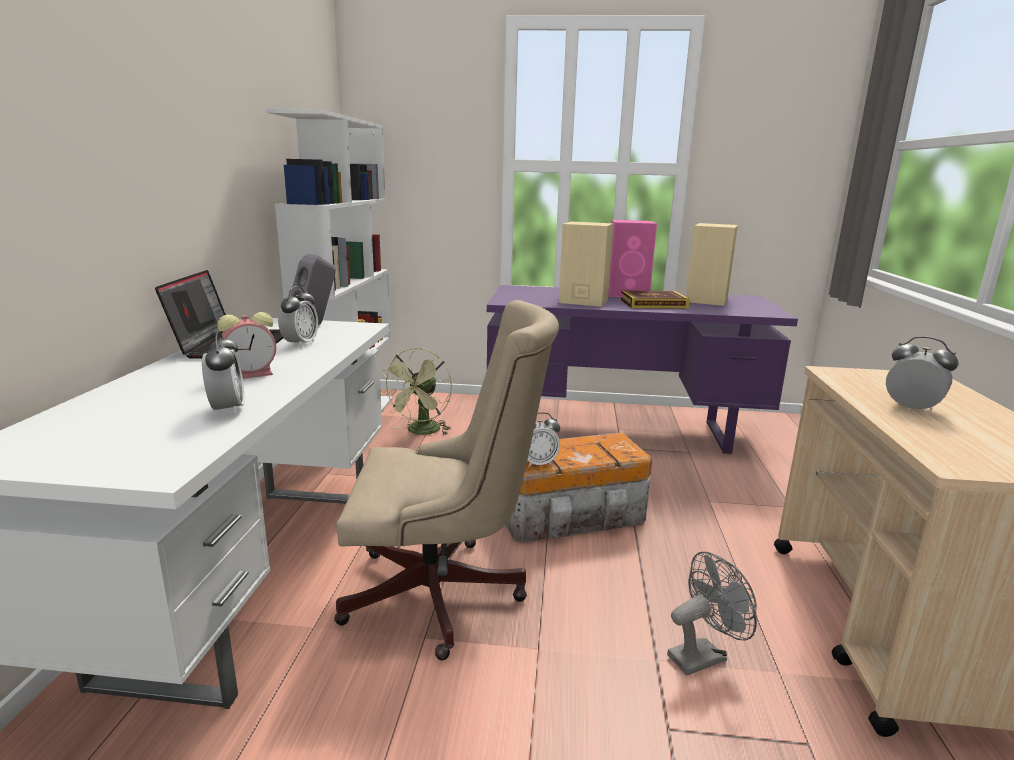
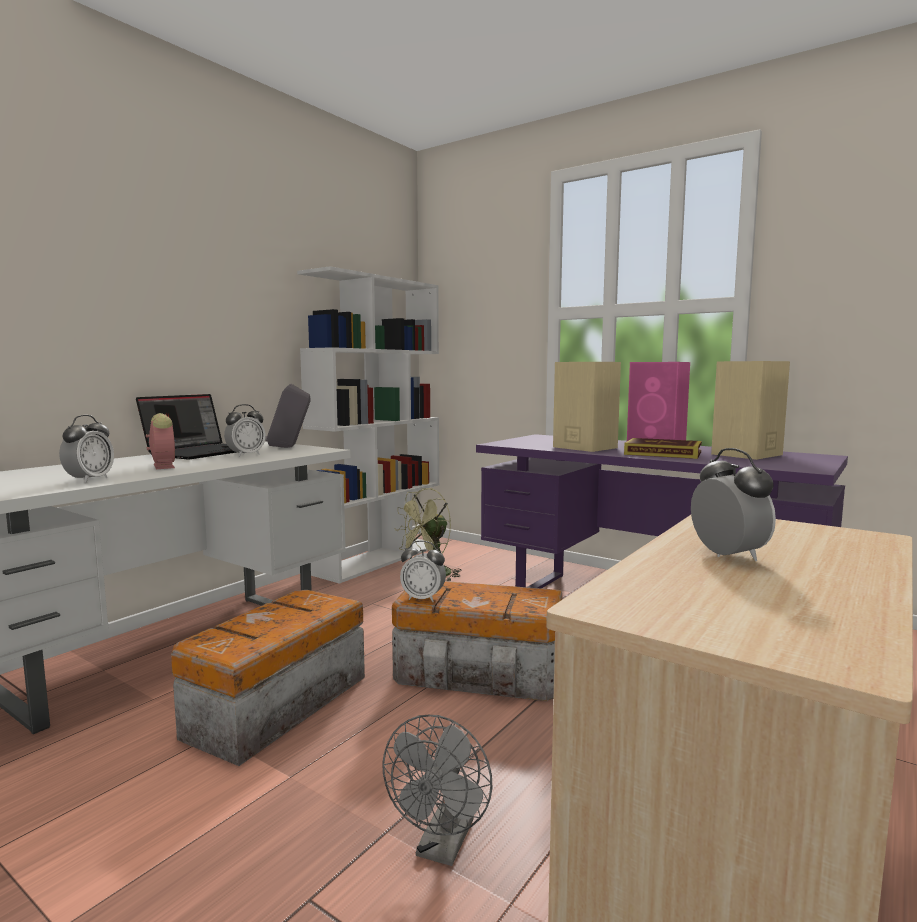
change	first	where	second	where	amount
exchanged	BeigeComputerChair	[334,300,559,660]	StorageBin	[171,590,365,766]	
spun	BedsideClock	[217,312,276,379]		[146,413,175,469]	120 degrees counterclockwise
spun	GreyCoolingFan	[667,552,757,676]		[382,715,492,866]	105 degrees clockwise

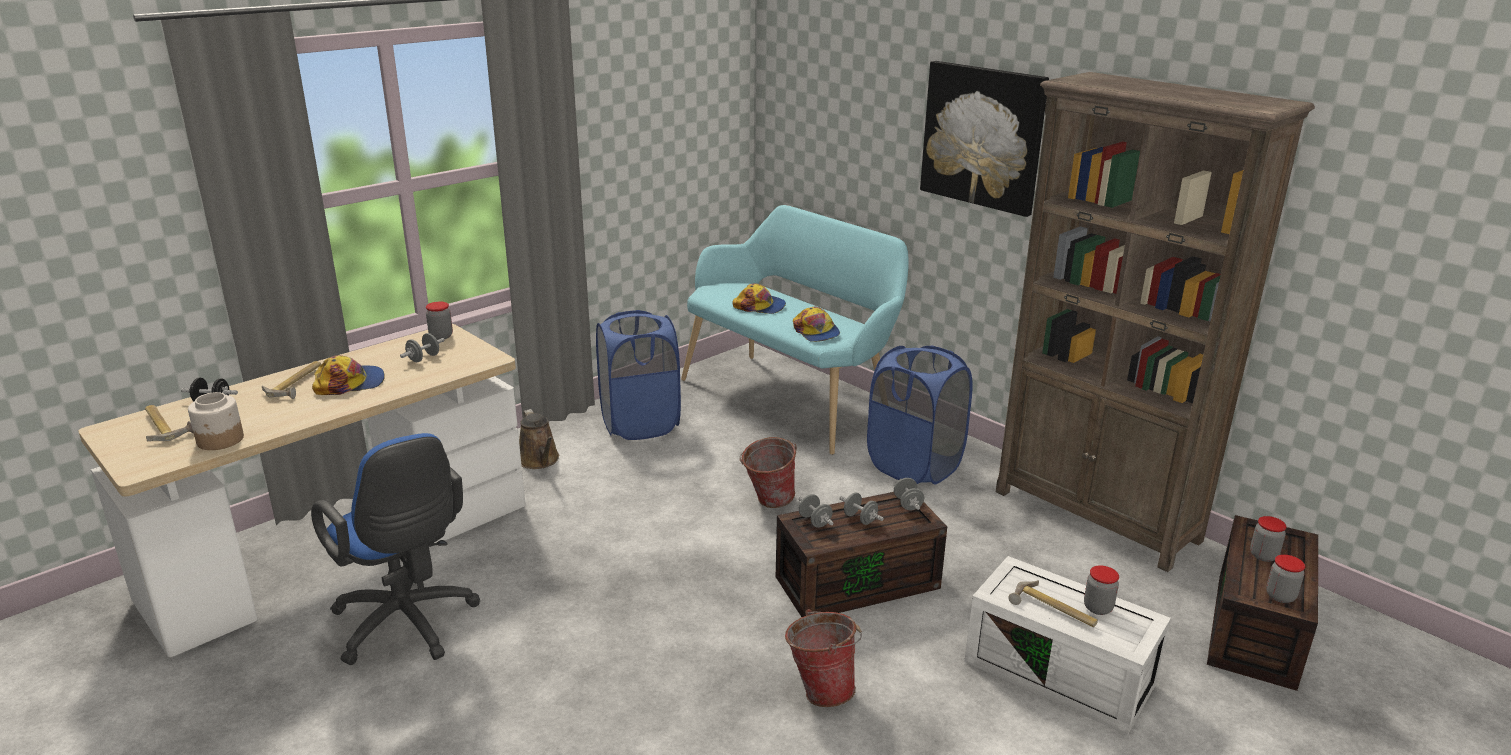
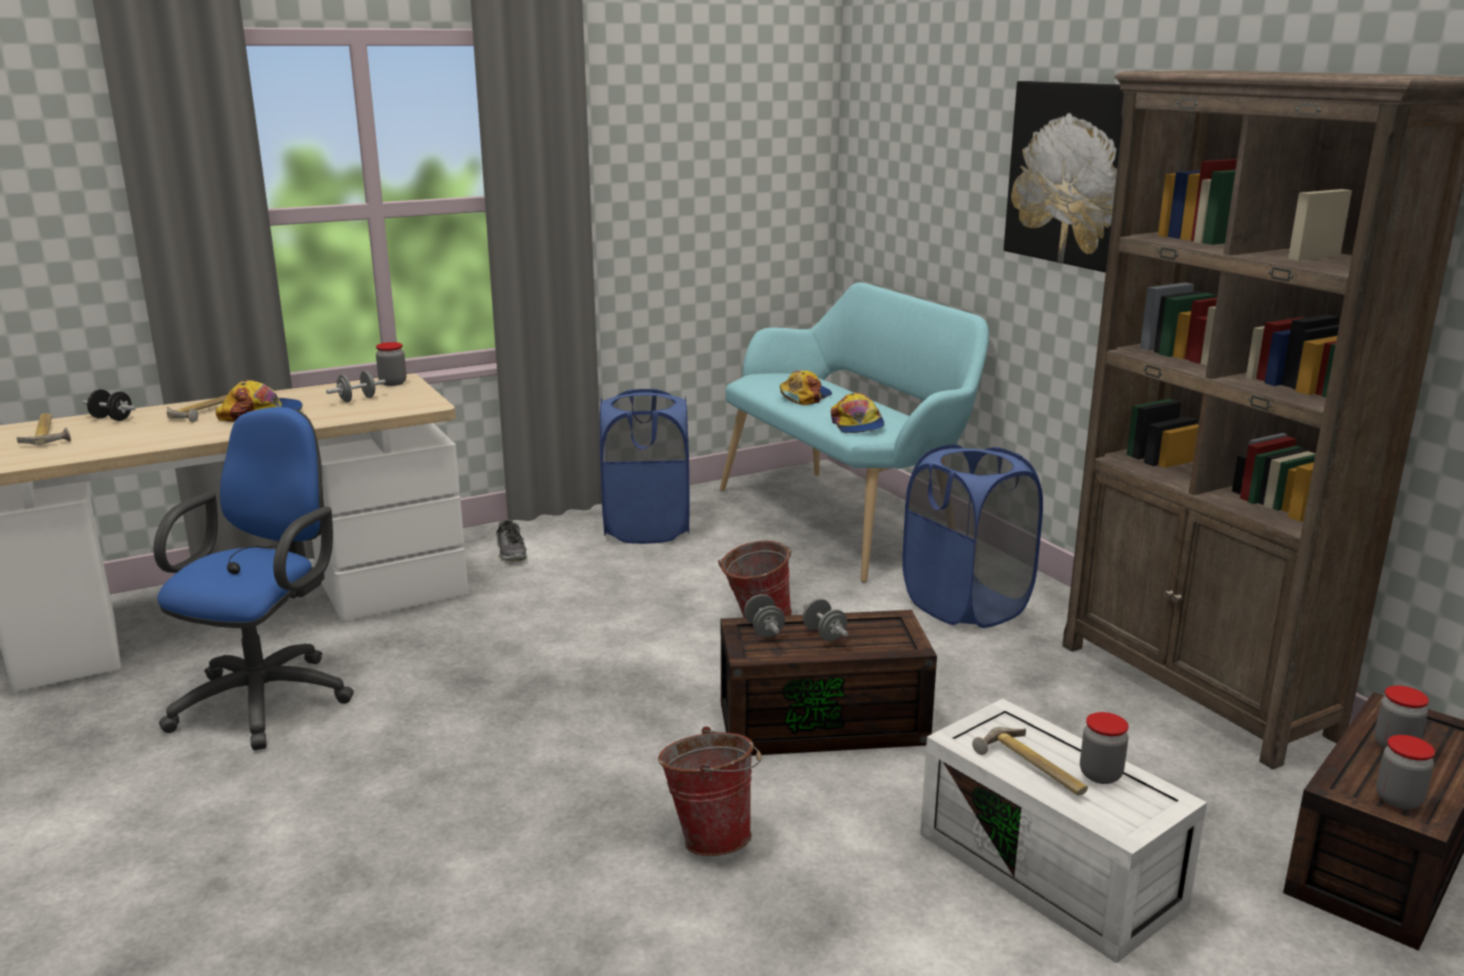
change	first	where	second	where	amount
missing	Jar	[188,392,244,450]			
missing	GreyDumbbell	[894,478,924,510]			
exchanged	BrownColouredWateringPot	[519,409,559,469]	LowShoe	[496,519,527,562]	
spun	BlueComputerChair	[311,433,480,665]		[153,407,354,750]	135 degrees counterclockwise
spun	Cap	[732,283,786,314]		[780,371,832,405]	90 degrees counterclockwise

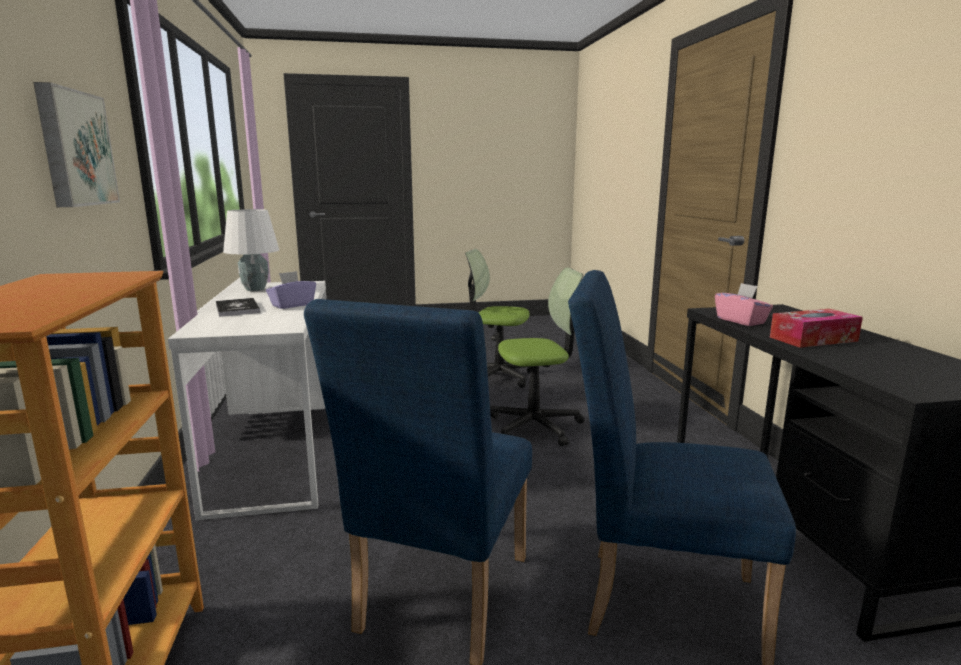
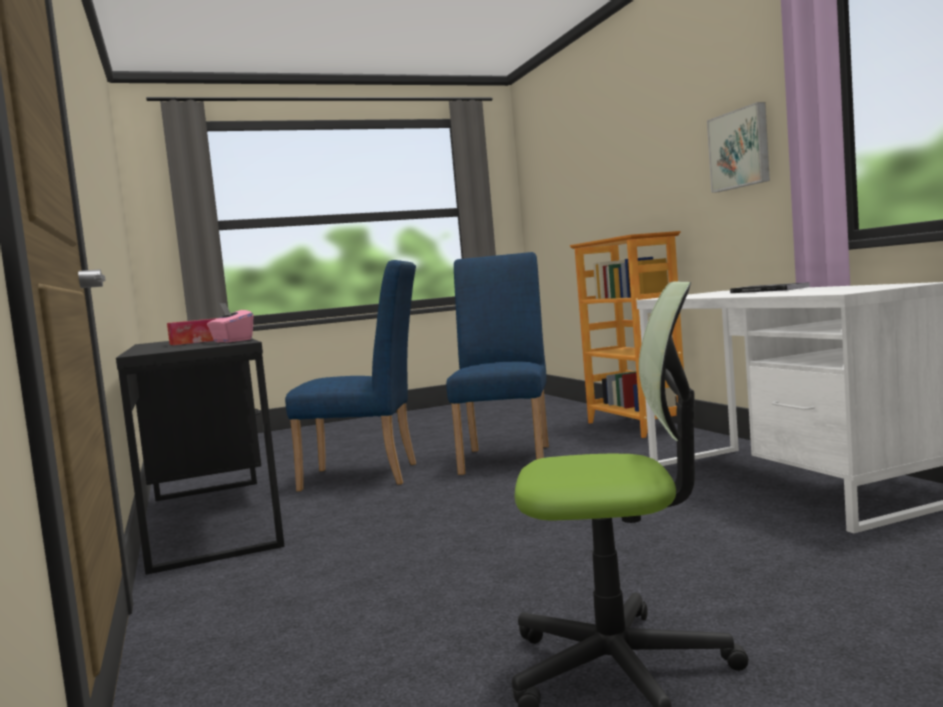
change	first	where	second	where	amount
missing	WhiteLampForATable	[223,209,279,291]			
missing	PurplishTissueHolder	[266,271,316,309]			
missing	ComputerChair	[490,267,585,446]			

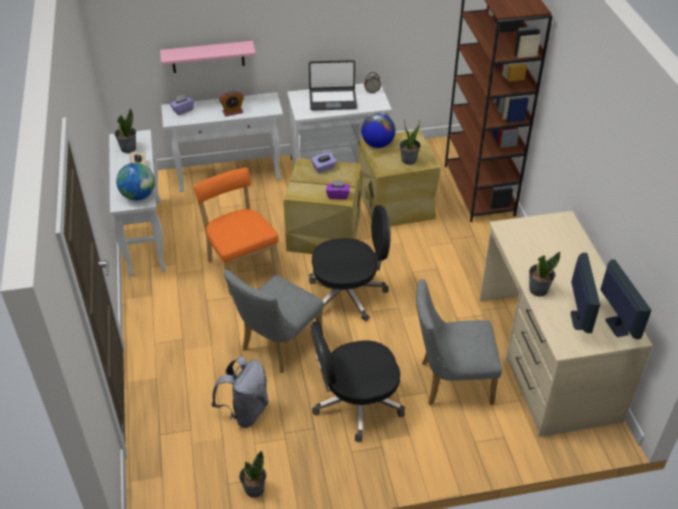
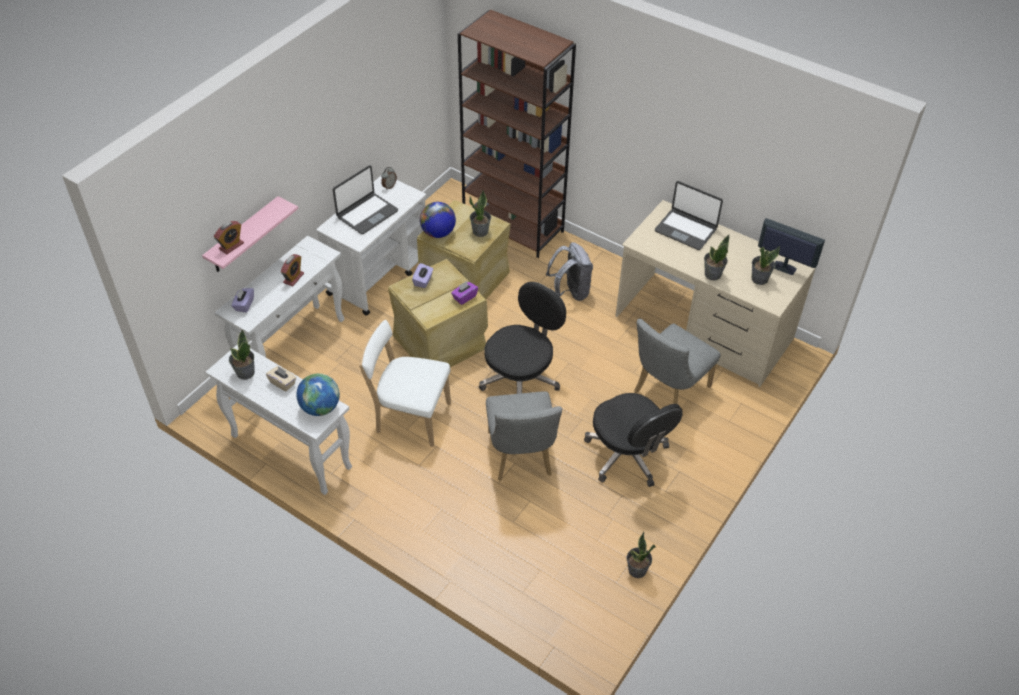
change	first	where	second	where	amount
appeared			BedsideClock	[214,221,244,254]	
appeared			Laptop	[655,181,723,250]	
relocated	GreyKnapsack	[211,357,269,428]		[546,242,593,301]	
exchanged	ComputerScreen	[570,253,600,333]	Houseplant	[752,246,780,285]	
colour	OrangeColouredPlainChair	[194,168,279,296]	WhitePlainChair	[359,320,451,447]	
spun	BlackComputerChair	[310,321,405,442]		[584,393,683,487]	60 degrees counterclockwise

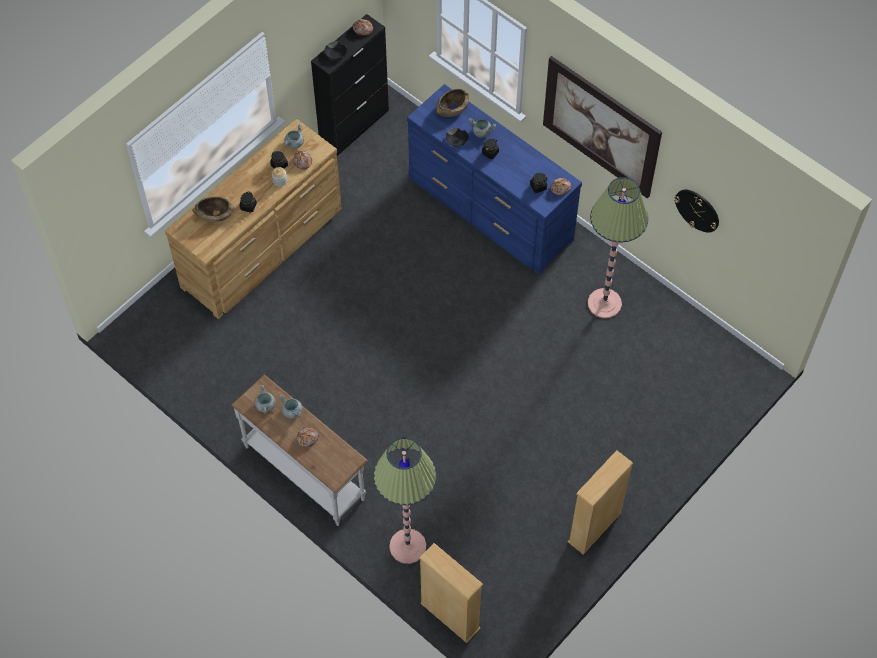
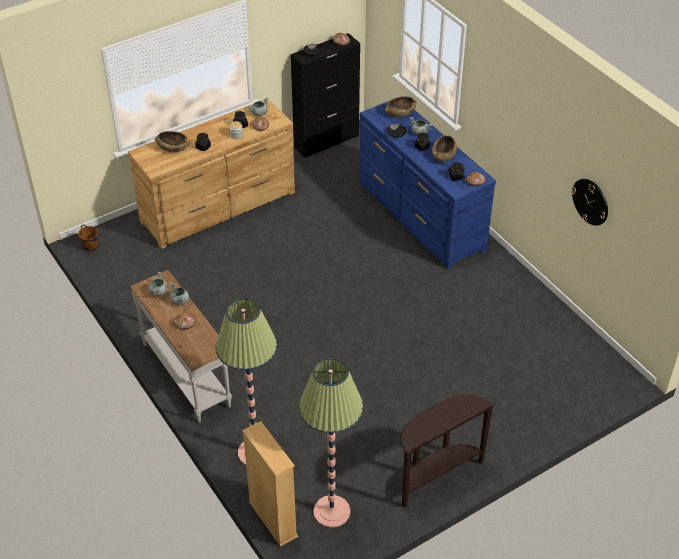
change	first	where	second	where	amount
missing	Picture	[543,56,662,199]			
appeared			BrownColouredPail	[78,225,98,252]	
appeared			BrownColouredServingBowl	[432,135,457,162]	
relocated	StandardLamp	[588,177,648,318]		[299,358,363,528]	
exchanged	BeigeBookcase	[568,450,633,555]	BrownColouredConsoleTable	[401,394,494,508]	

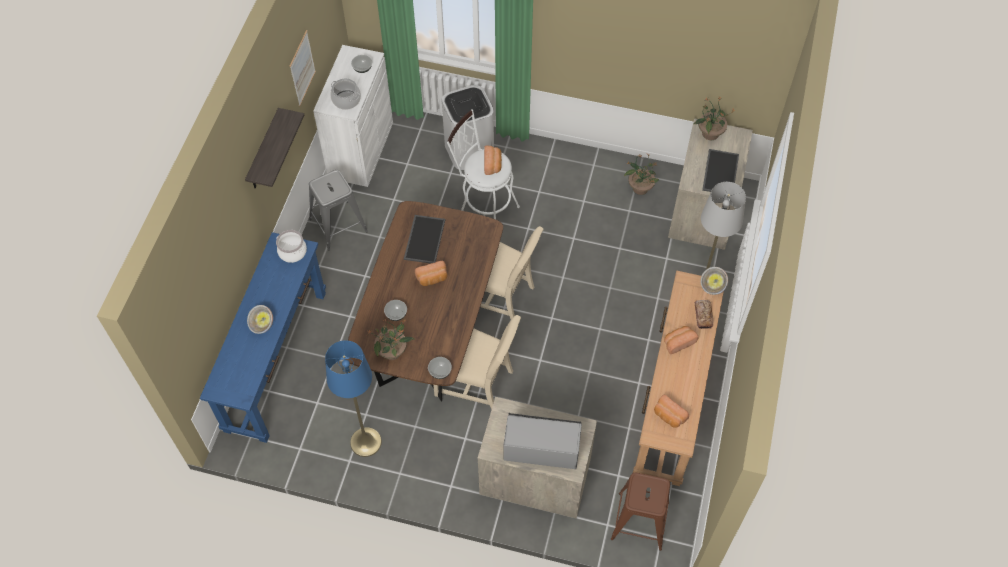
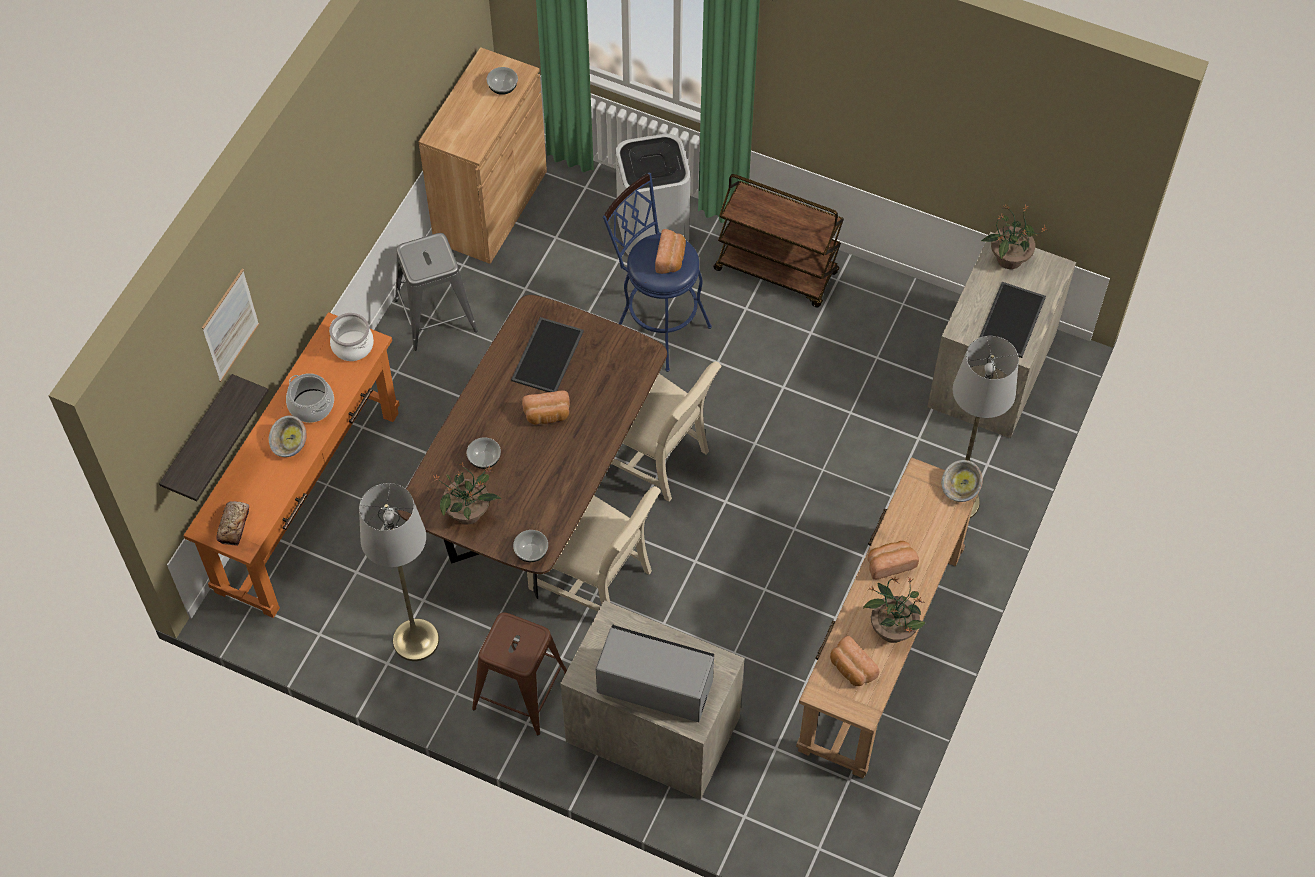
change	first	where	second	where	amount
appeared			BrownColouredTrolley	[713,174,844,307]	
relocated	WallShelf	[245,108,304,189]		[159,374,269,501]	
relocated	Picture	[290,30,316,106]		[202,269,259,382]	
relocated	Stockpot	[330,78,361,110]		[286,373,334,423]	
relocated	BrownColouredSittingStool	[611,473,670,551]		[472,612,567,735]	
relocated	Houseplant	[624,154,659,195]		[863,577,925,643]	
relocated	BakedBread	[695,300,713,329]		[217,501,249,546]	
colour	BlueConsoleTable	[200,232,326,443]	OrangeColouredConsoleTable	[183,312,400,618]	
colour	WhiteCabinet	[313,45,393,187]	BrownColouredCabinet	[419,47,547,264]	
colour	BlueStandardLamp	[325,340,382,457]	GreyStandardLamp	[359,483,439,661]	
colour	WhiteSittingStool	[447,109,520,219]	BlueSittingStool	[603,172,712,372]	

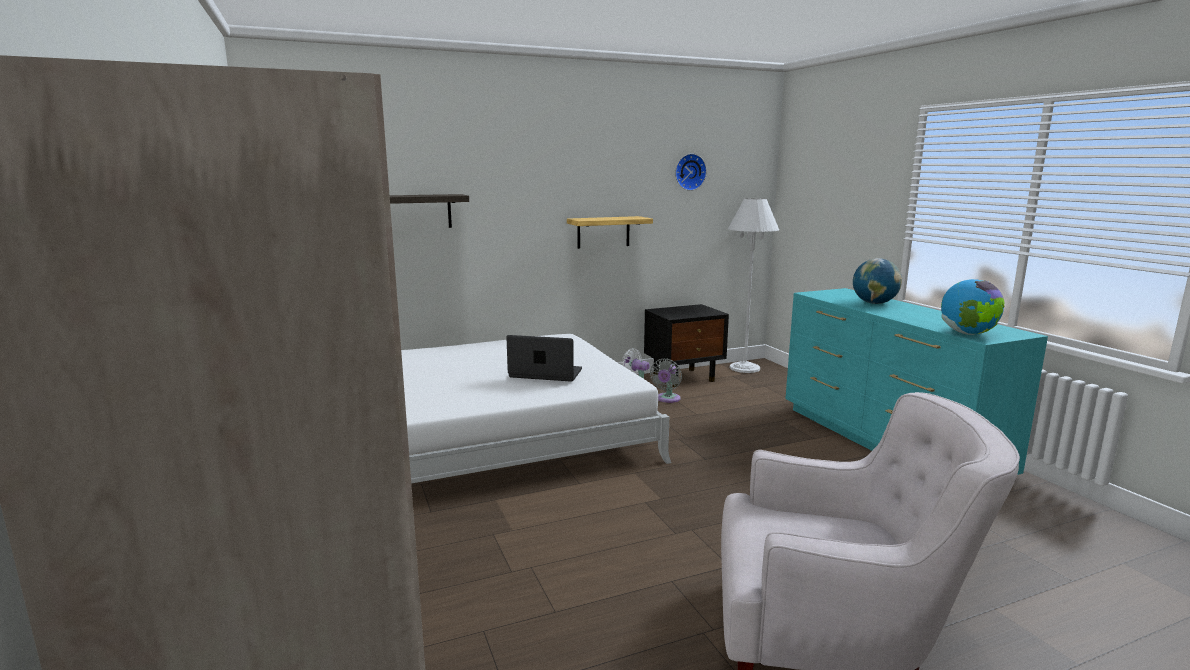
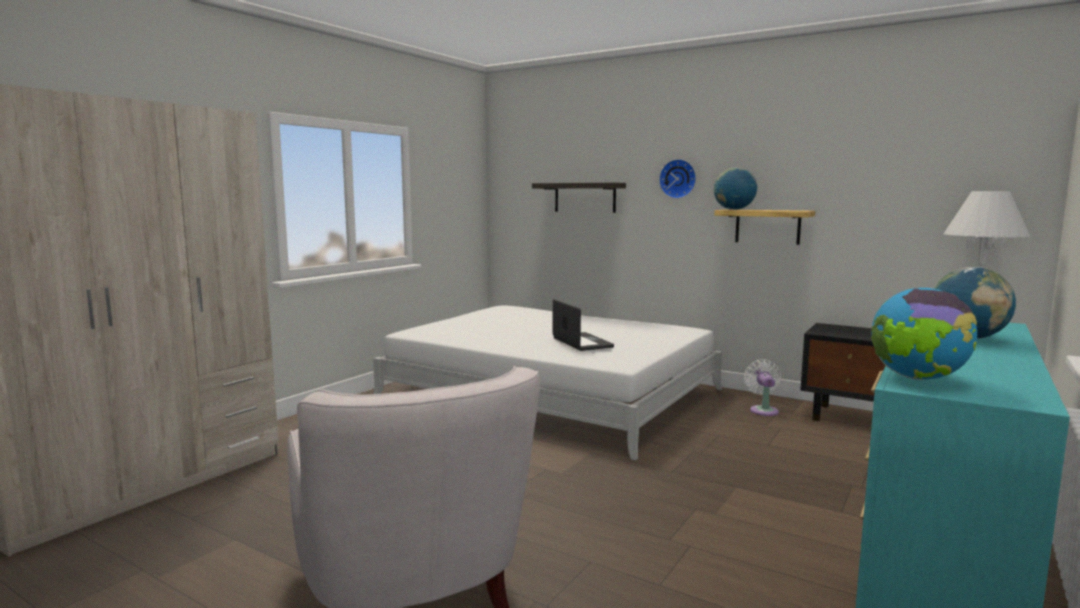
change	first	where	second	where	amount
missing	GreyCoolingFan	[650,359,682,403]			
appeared			Globe	[714,167,757,210]	
relocated	WallClock	[675,154,707,191]		[659,159,696,199]	

